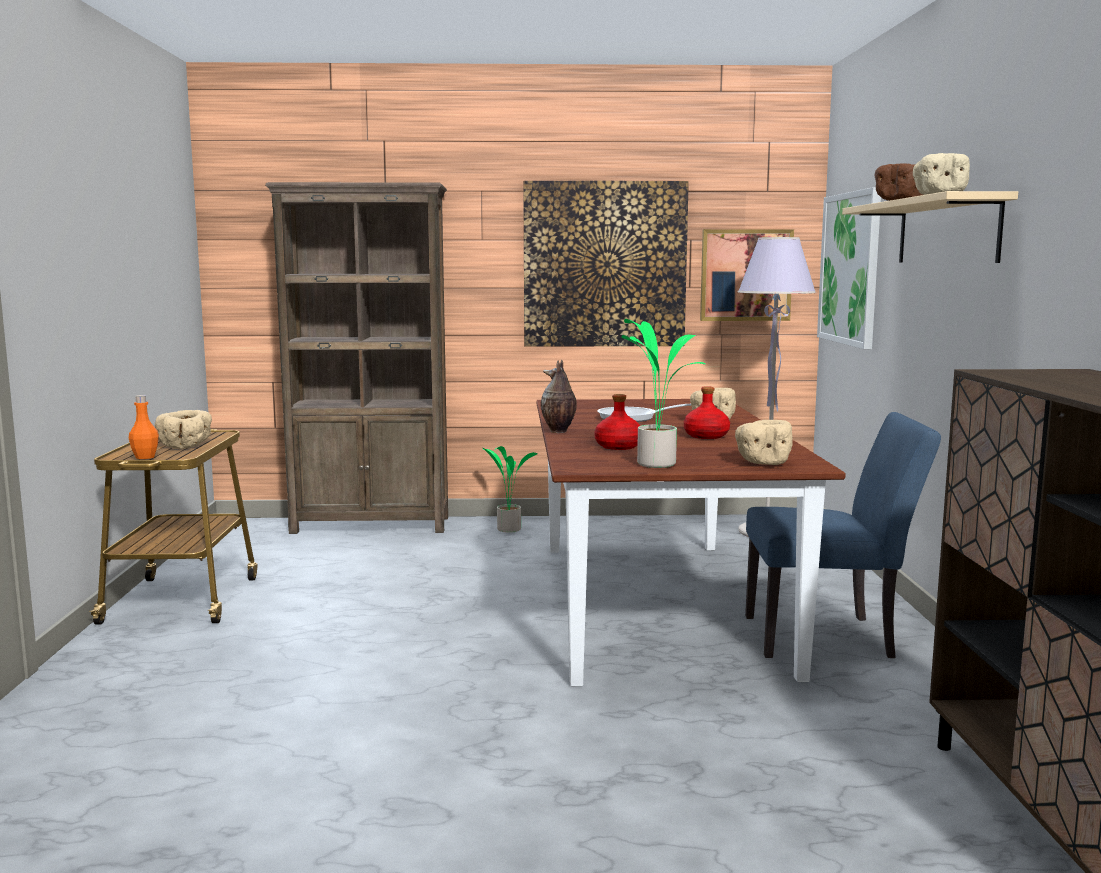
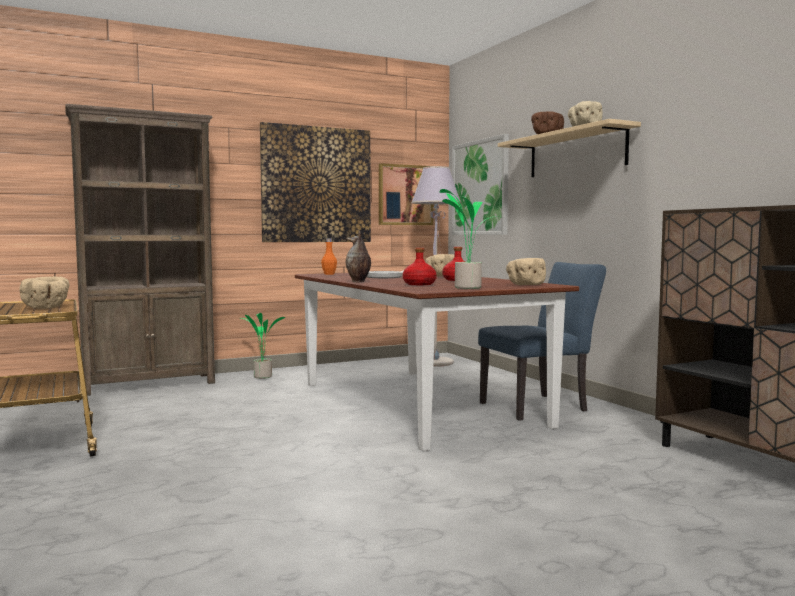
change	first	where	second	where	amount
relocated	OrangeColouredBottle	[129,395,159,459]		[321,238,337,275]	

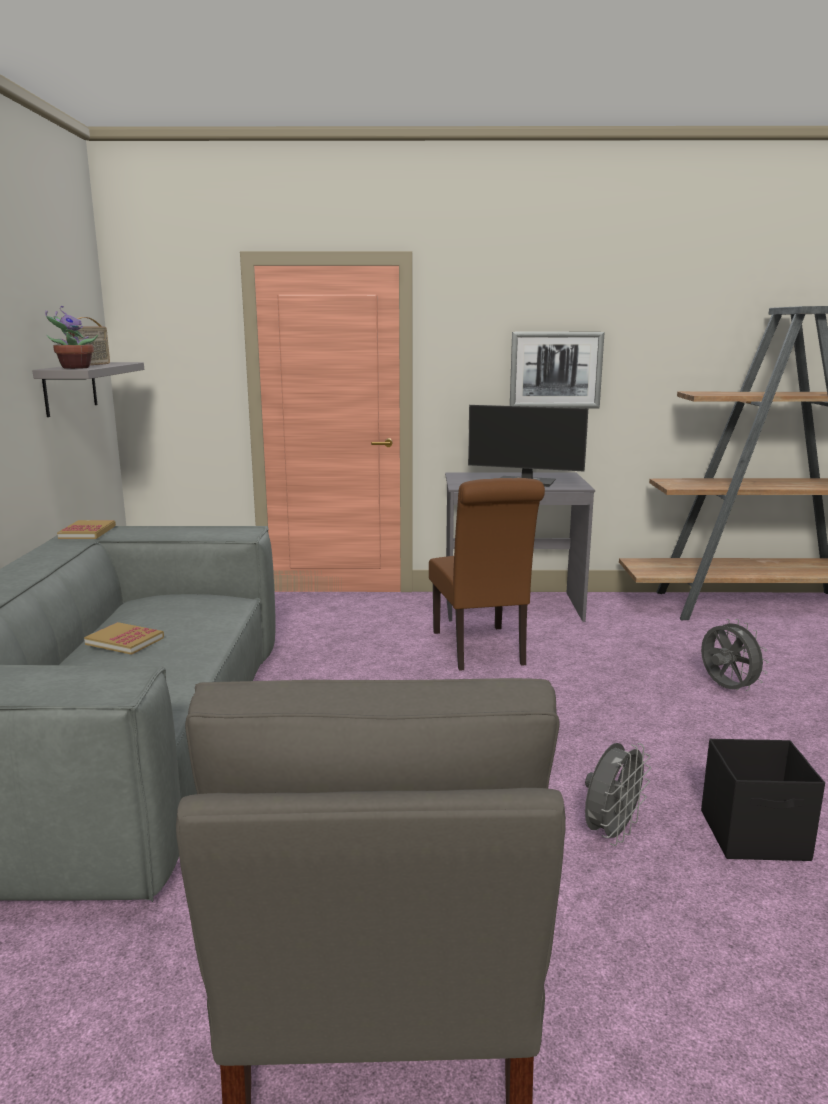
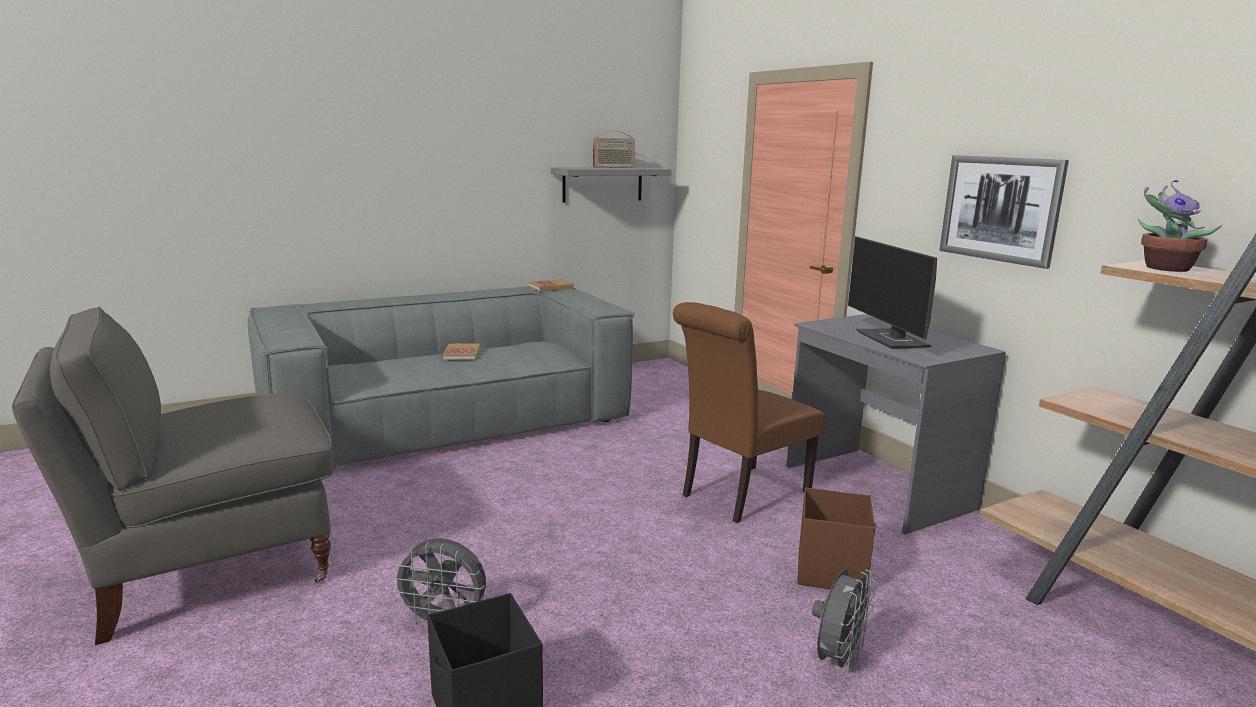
change	first	where	second	where	amount
appeared			BrownColouredStorageBin	[797,487,876,589]	
relocated	Houseplant	[45,306,98,369]		[1138,180,1222,272]	

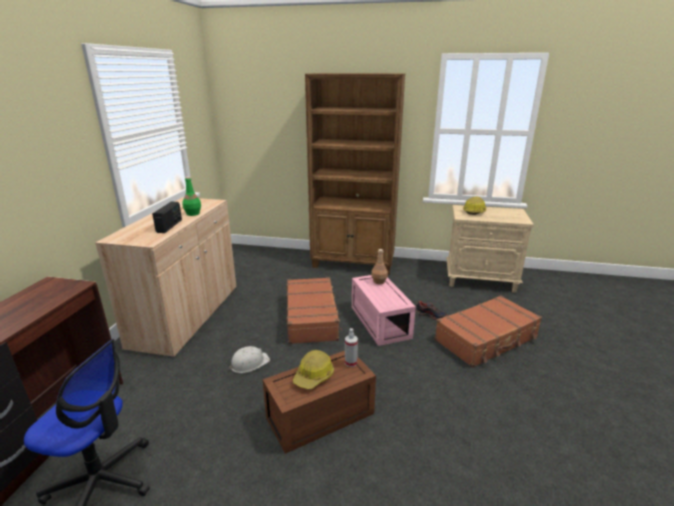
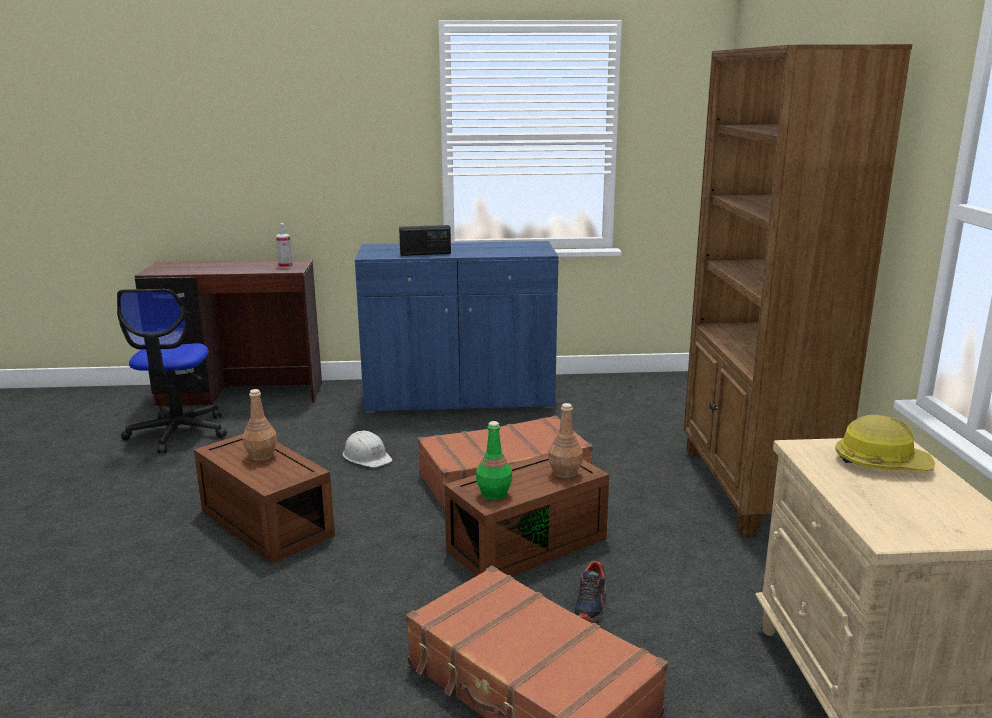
change	first	where	second	where	amount
relocated	GreenBottle	[182,177,201,216]		[476,421,512,500]	
relocated	Sprayer	[345,328,358,367]		[276,223,292,268]	
exchanged	HardHat	[293,350,334,390]	BrownColouredBottle	[243,389,277,461]	
colour	BeigeCabinet	[95,197,236,358]	BlueCabinet	[355,241,558,413]	
colour	PinkColouredStorageBin	[352,275,416,346]	BrownColouredStorageBin	[444,453,609,576]	

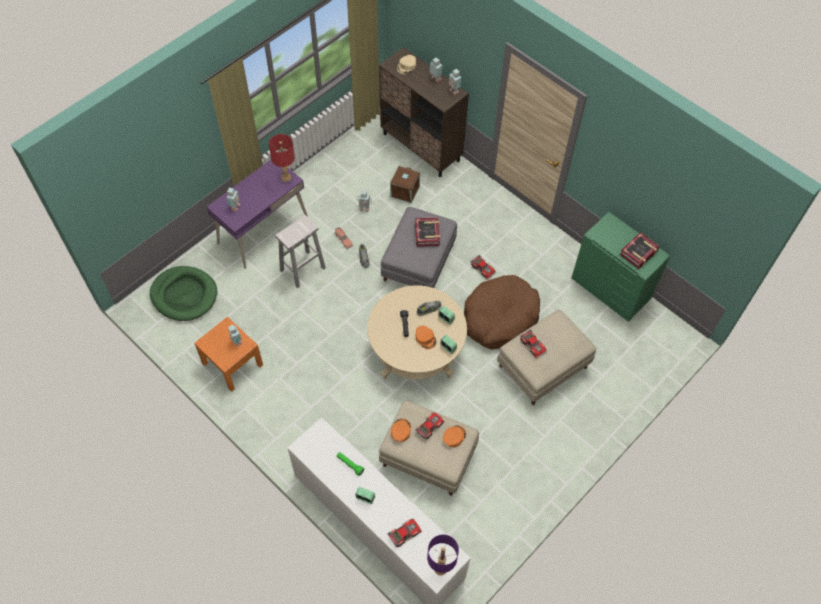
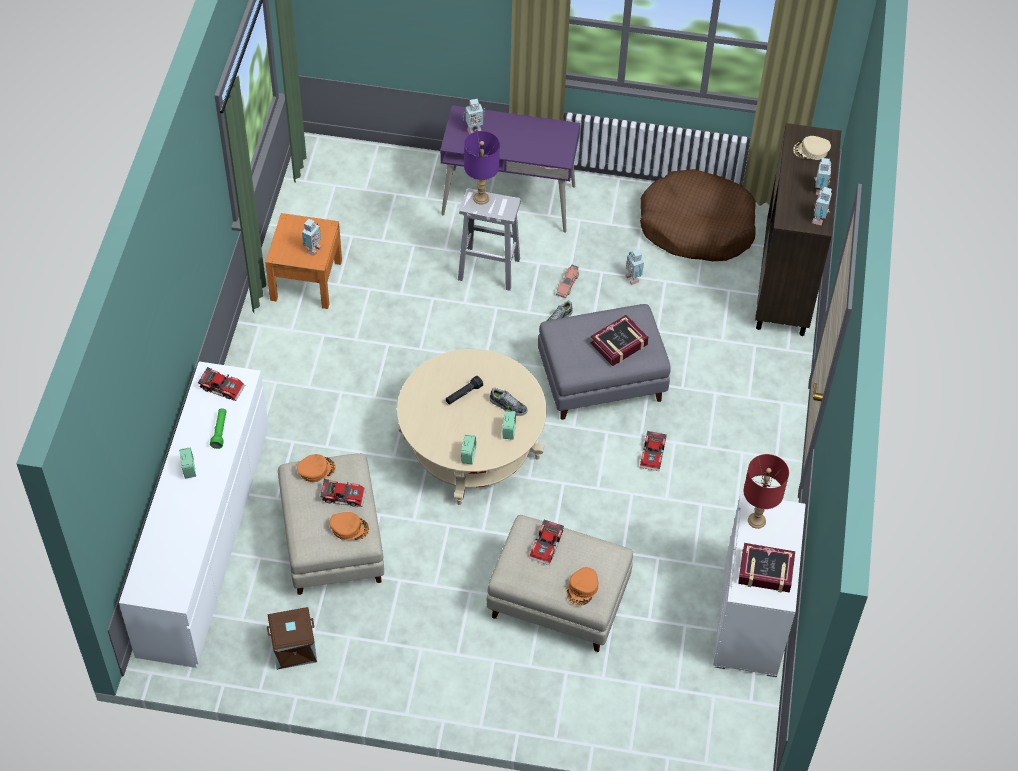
change	first	where	second	where	amount
missing	GreenDogBed	[150,266,217,321]			
relocated	RedColouredLampForATable	[269,134,295,182]		[744,454,789,529]	
relocated	ModelCar	[387,518,422,547]		[198,367,245,401]	
relocated	BrownColouredStorageBin	[390,166,420,203]		[267,607,317,670]	
relocated	OrangeColouredCap	[415,325,436,349]		[566,567,599,606]	
relocated	PurplishLampForATable	[427,535,459,575]		[464,131,500,204]	
relocated	BrownColouredDogBed	[464,275,540,349]		[640,169,756,261]	
colour	GreenDresser	[571,212,670,322]	WhiteDresser	[713,494,806,677]	

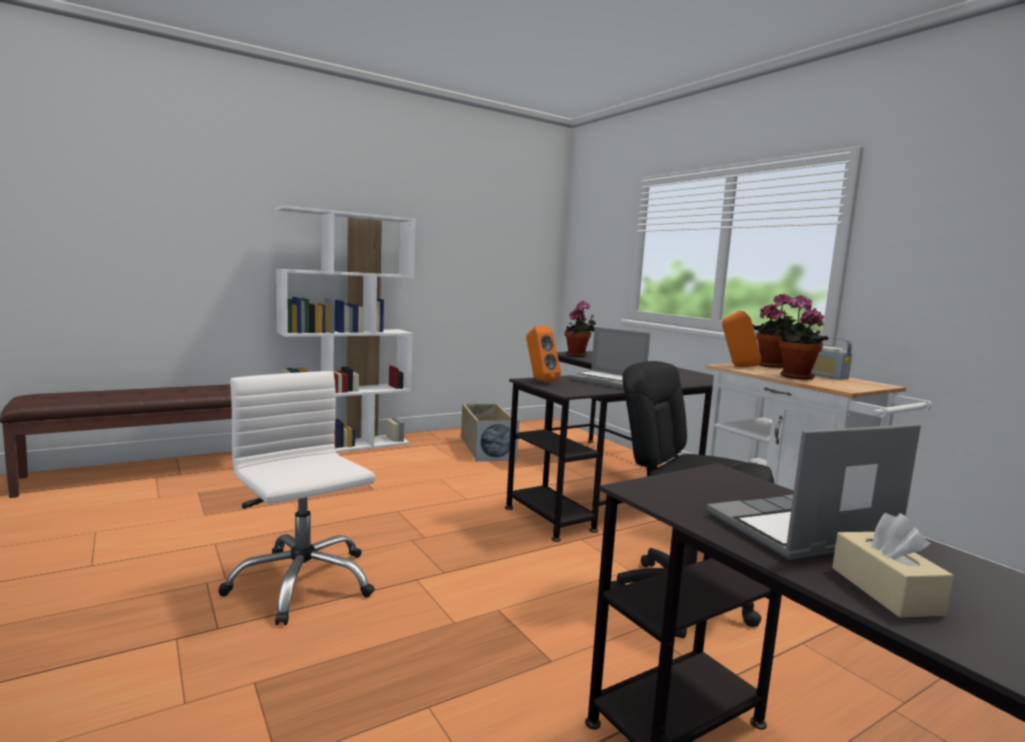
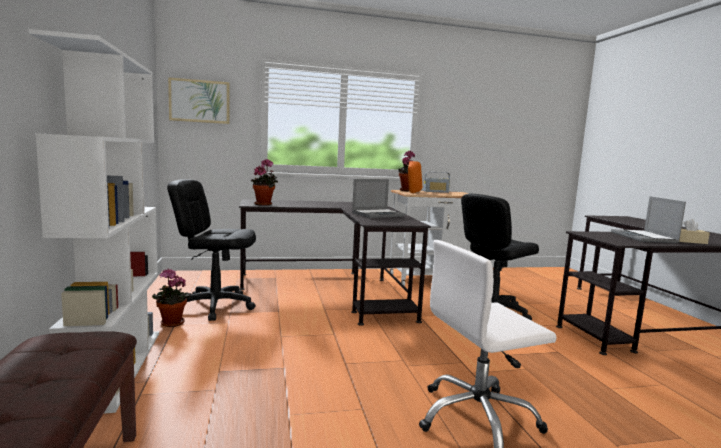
change	first	where	second	where	amount
missing	OrangeColouredAudioSpeaker	[526,325,561,382]			
appeared			Picture	[168,77,229,124]	
relocated	Houseplant	[775,295,828,380]		[152,269,192,327]	
exchanged	BeigeStorageBin	[461,403,519,461]	BlackComputerChair	[167,179,256,321]	

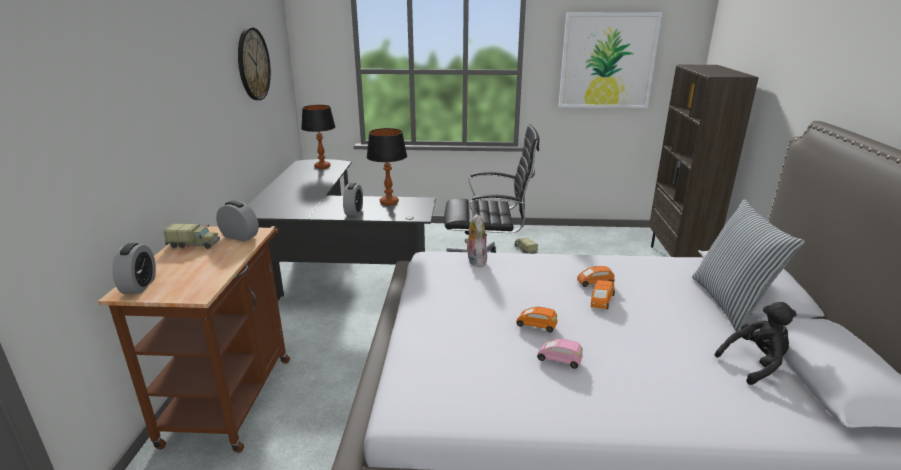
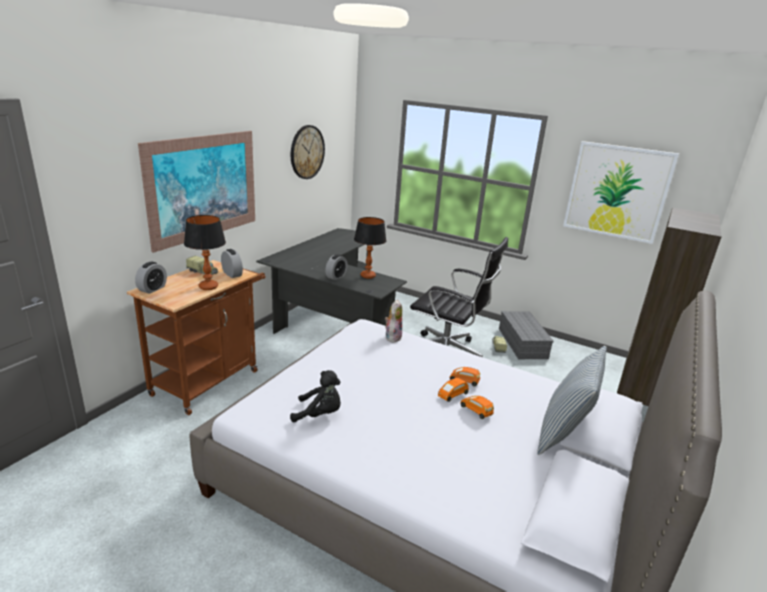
change	first	where	second	where	amount
missing	PinkColouredModelCar	[537,339,583,369]			
appeared			Picture	[138,131,255,253]	
appeared			GreyStorageBin	[499,311,553,359]	
relocated	LampForATable	[301,105,336,169]		[184,215,226,290]	
relocated	OrangeColouredModelCar	[516,307,558,333]		[460,396,494,419]	
relocated	BlackCuddlyToy	[715,302,797,385]		[290,370,341,423]	

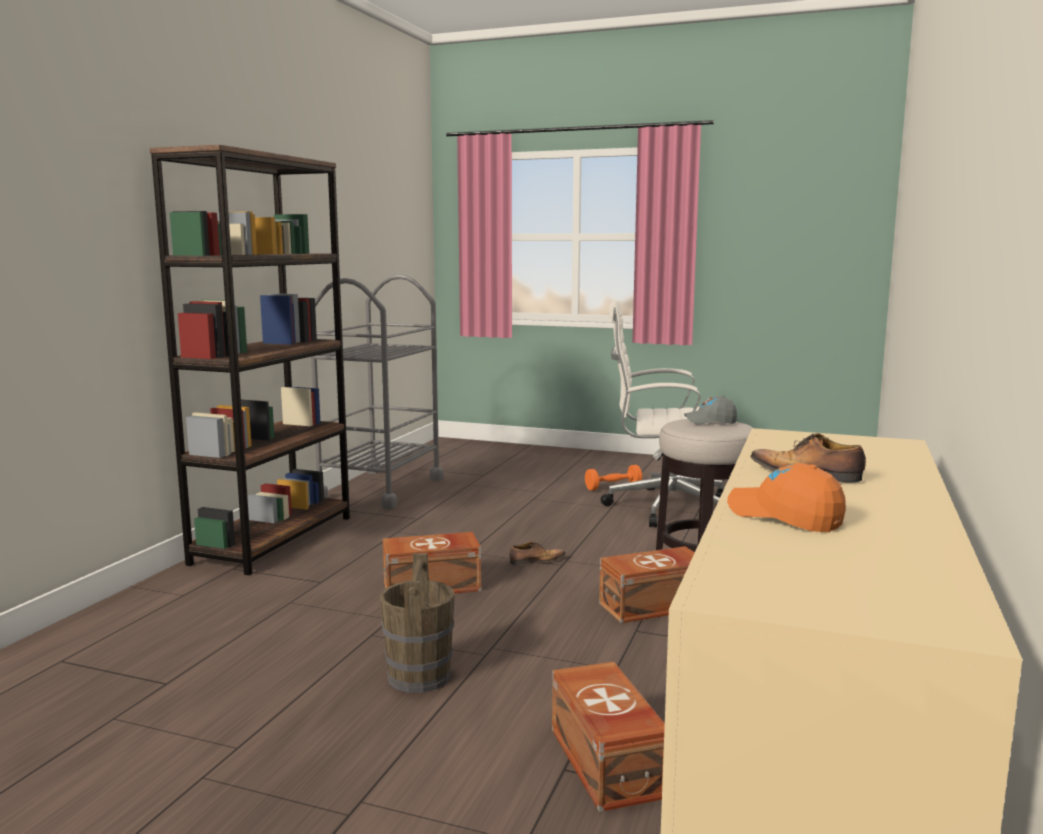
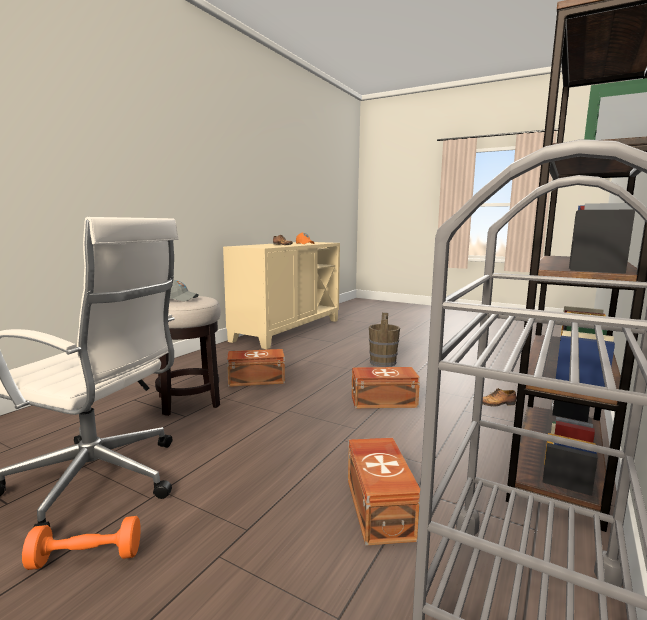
change	first	where	second	where	amount
relocated	LowShoe	[509,542,566,565]		[482,388,516,406]	
relocated	BrownColouredStorageBin	[552,662,665,812]		[348,438,420,546]	

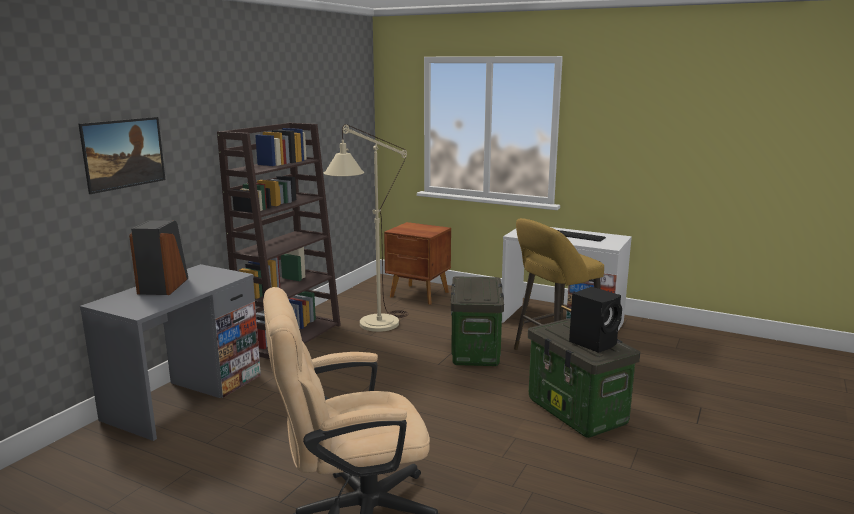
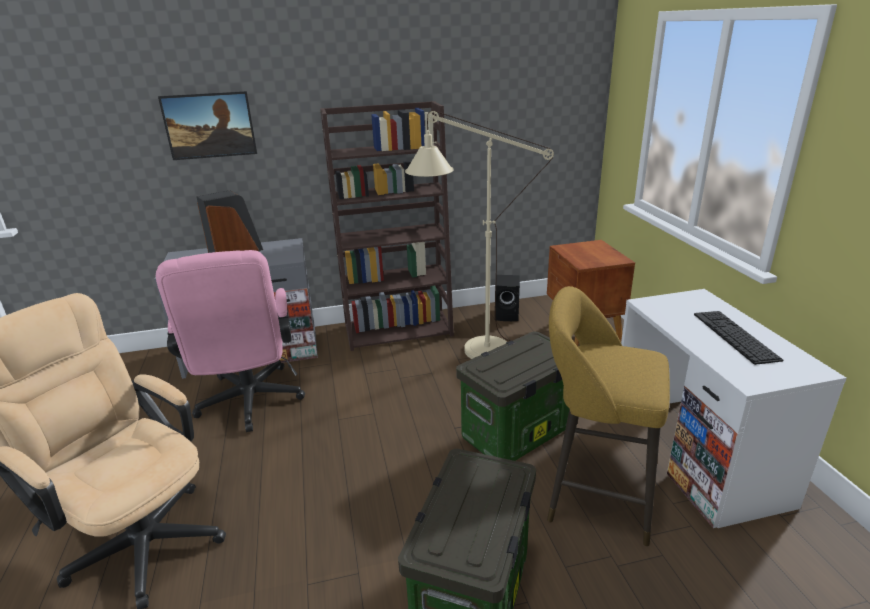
change	first	where	second	where	amount
appeared			PinkColouredComputerChair	[156,250,305,432]	
relocated	BlackAudioSpeaker	[569,287,622,353]		[495,275,520,321]	

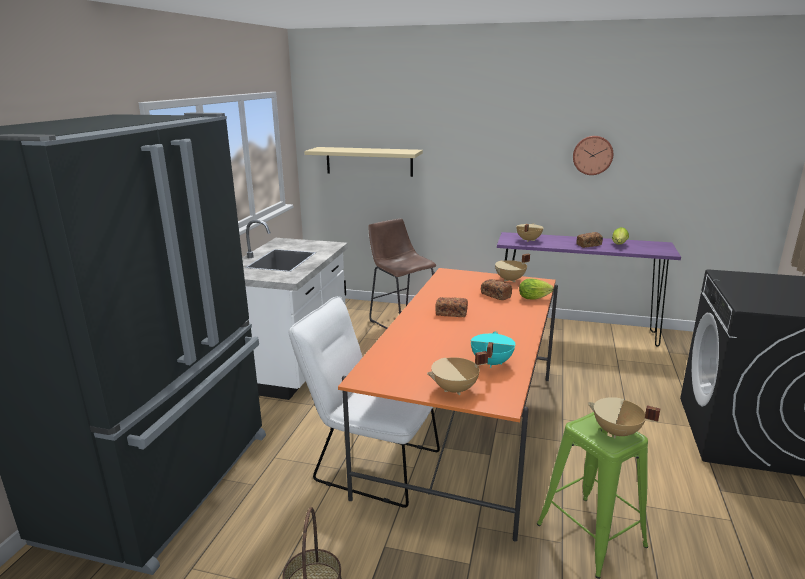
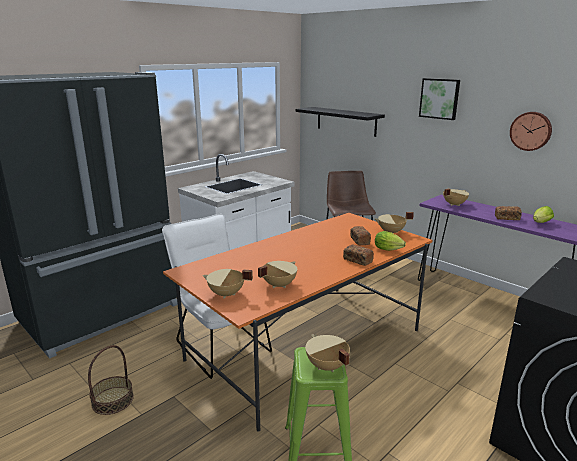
change	first	where	second	where	amount
appeared			Picture	[419,78,460,120]	
relocated	BakedBread	[435,297,468,317]		[343,245,374,266]	
colour	BeigeWallShelf	[304,147,423,177]	BlackWallShelf	[295,107,385,137]	
colour	TurquoiseColouredStockpot	[471,331,516,368]	BeigeStockpot	[258,261,297,288]	

